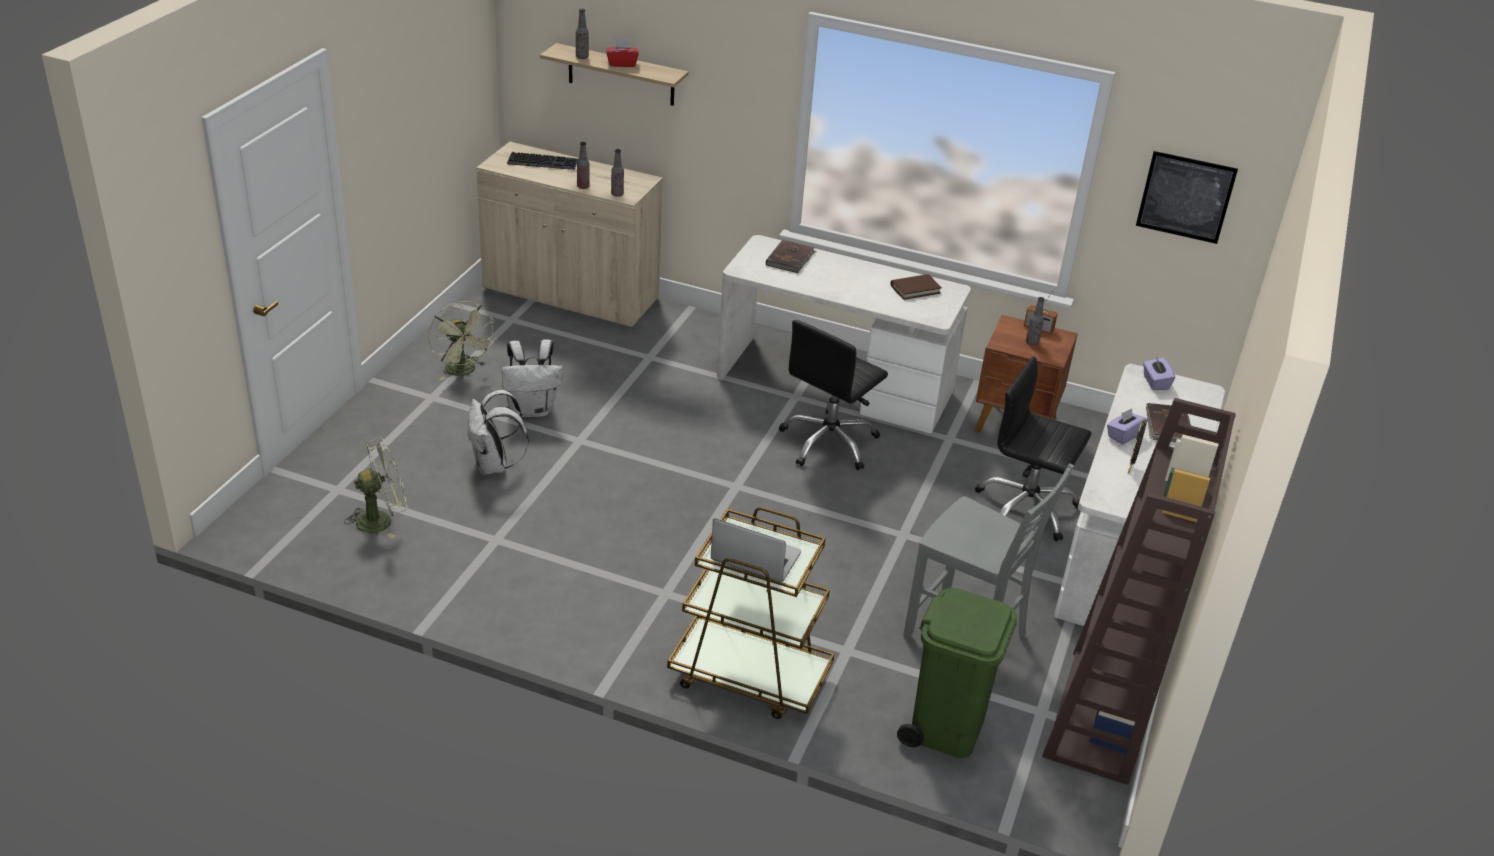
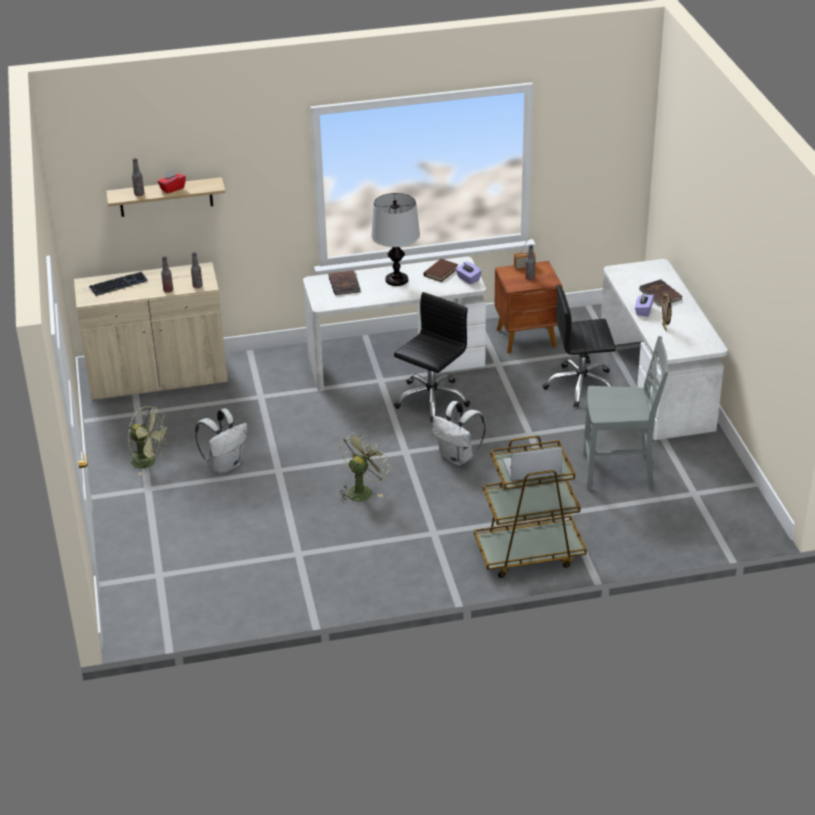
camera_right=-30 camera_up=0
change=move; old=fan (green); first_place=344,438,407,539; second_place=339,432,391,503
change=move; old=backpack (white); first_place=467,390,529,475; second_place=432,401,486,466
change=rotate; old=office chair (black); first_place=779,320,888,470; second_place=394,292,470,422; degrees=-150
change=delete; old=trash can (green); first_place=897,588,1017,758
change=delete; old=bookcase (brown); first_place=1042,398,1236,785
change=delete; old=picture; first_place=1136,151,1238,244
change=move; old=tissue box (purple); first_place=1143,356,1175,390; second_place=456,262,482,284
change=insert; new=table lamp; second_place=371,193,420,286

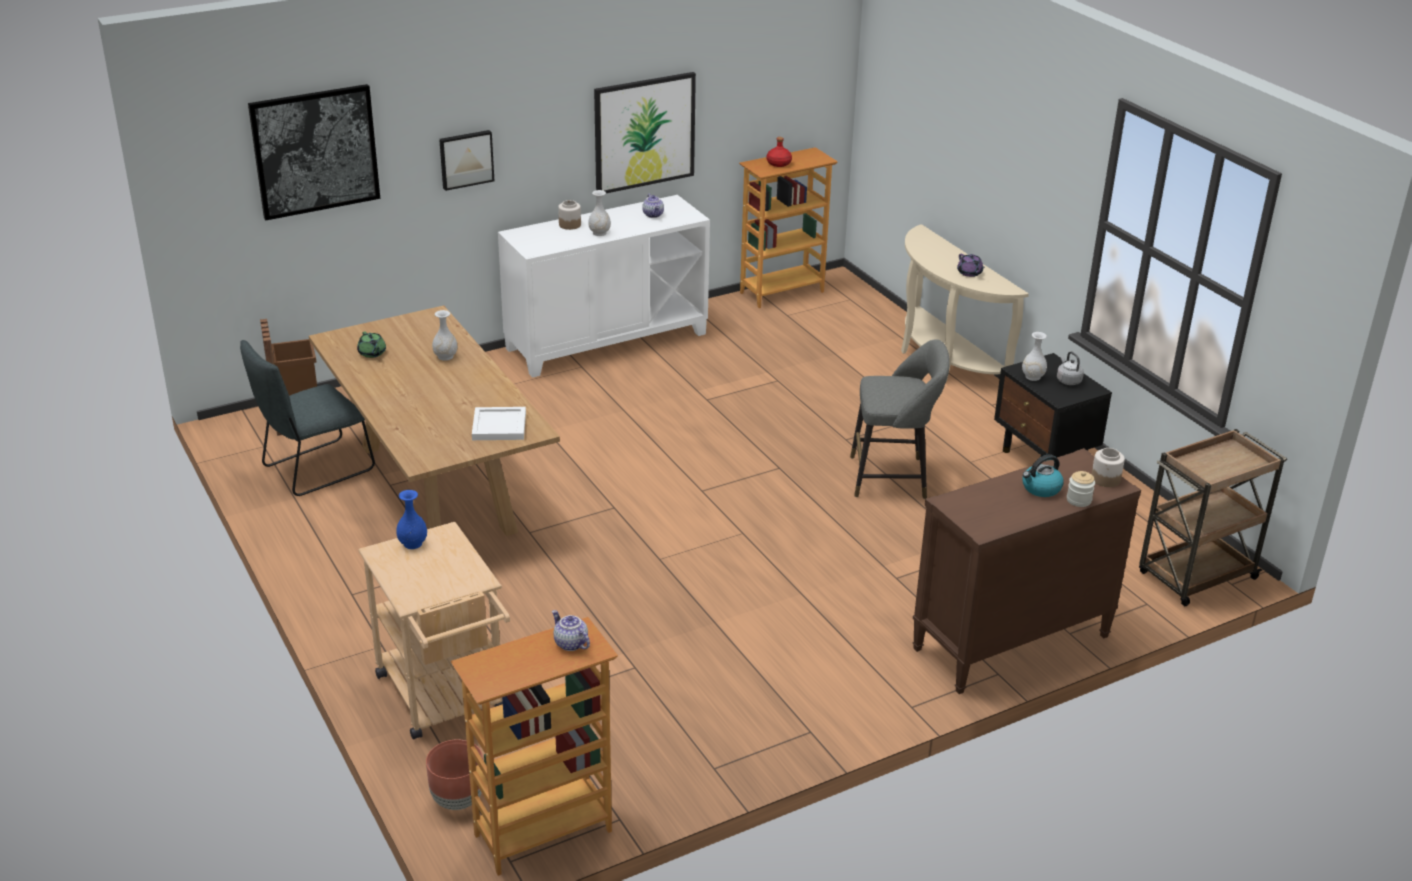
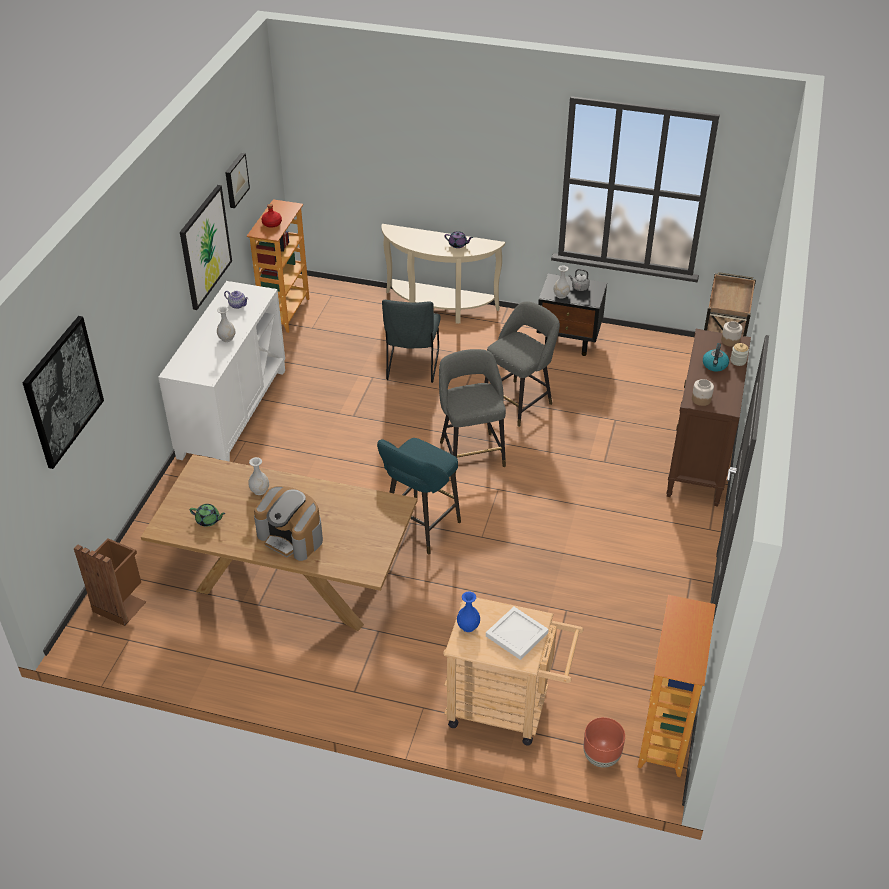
camera_right=-45 camera_up=10
change=move; old=chair (grey); first_place=240,340,375,496; second_place=382,300,441,383
change=move; old=picture; first_place=439,130,494,191; second_place=225,153,250,208
change=move; old=tray (white); first_place=472,407,526,440; second_place=486,607,549,660
change=delete; old=teapot; first_place=552,610,590,651
change=move; old=jar; first_place=558,200,581,230; second_place=692,379,714,406
change=insert; new=coffee machine; second_place=254,486,323,561
change=insert; new=stool (turquoise); second_place=377,438,461,554
change=insert; new=stool (grey); second_place=439,349,506,474

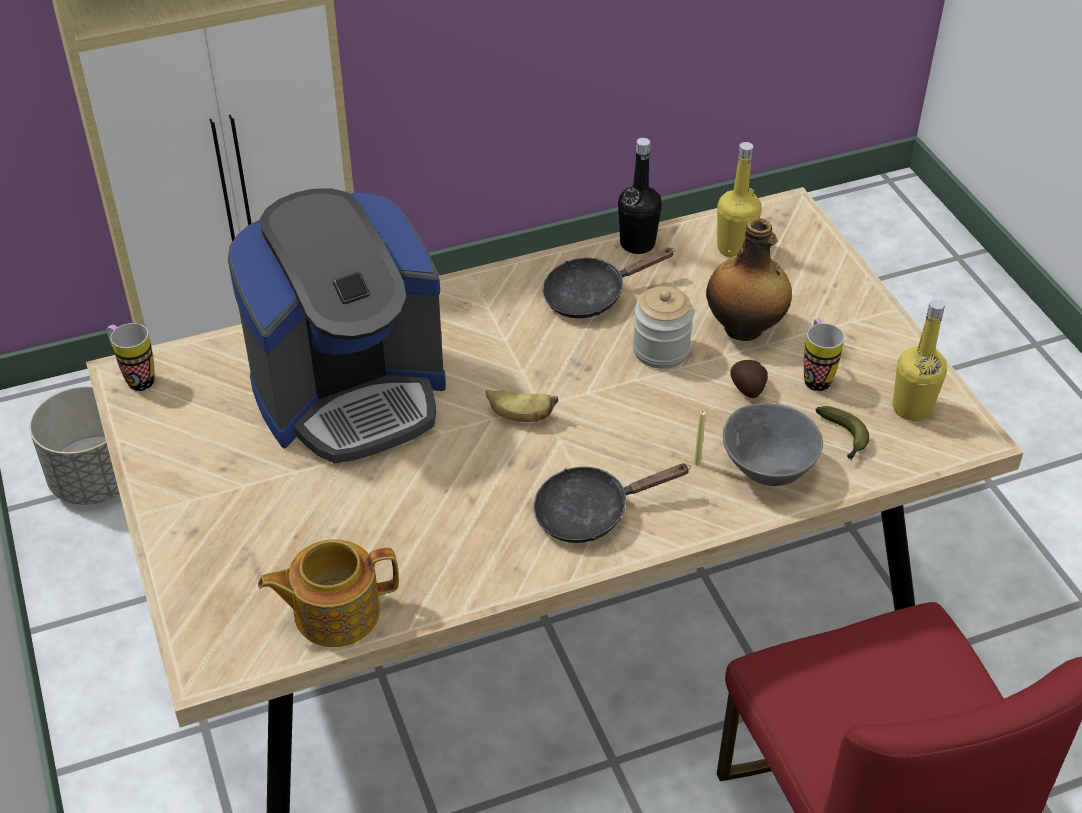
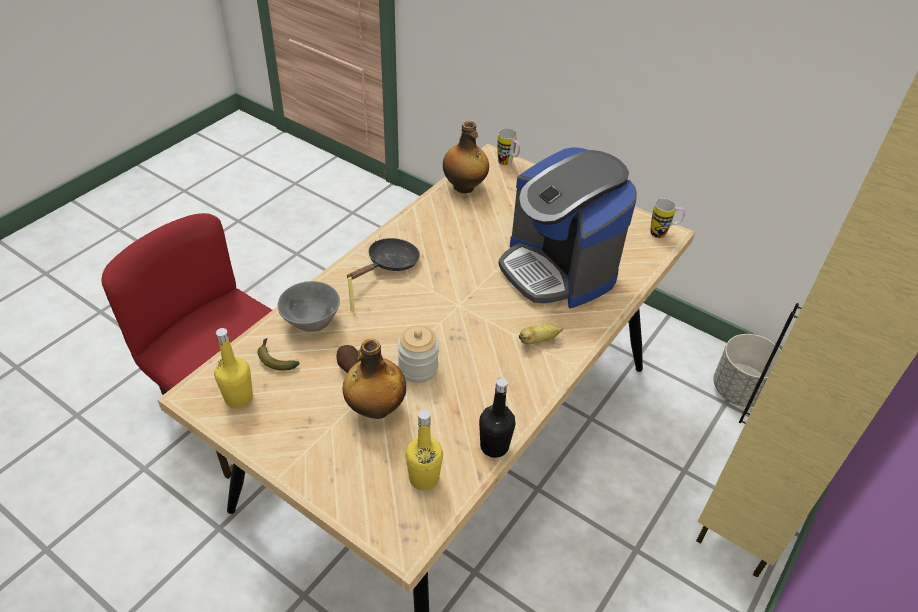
camera_right=145 camera_up=0
change=rotate; old=coffee machine; first_place=228,188,446,463; second_place=498,147,637,308; degrees=-60
change=replace; old=teapot; new=bottle; first_place=258,539,399,647; second_place=443,121,489,193
change=move; old=banana; first_place=486,390,558,422; second_place=519,324,563,344
change=delete; old=frying pan (black); first_place=542,248,675,318
change=move; old=mug; first_place=804,318,844,391; second_place=497,128,520,165

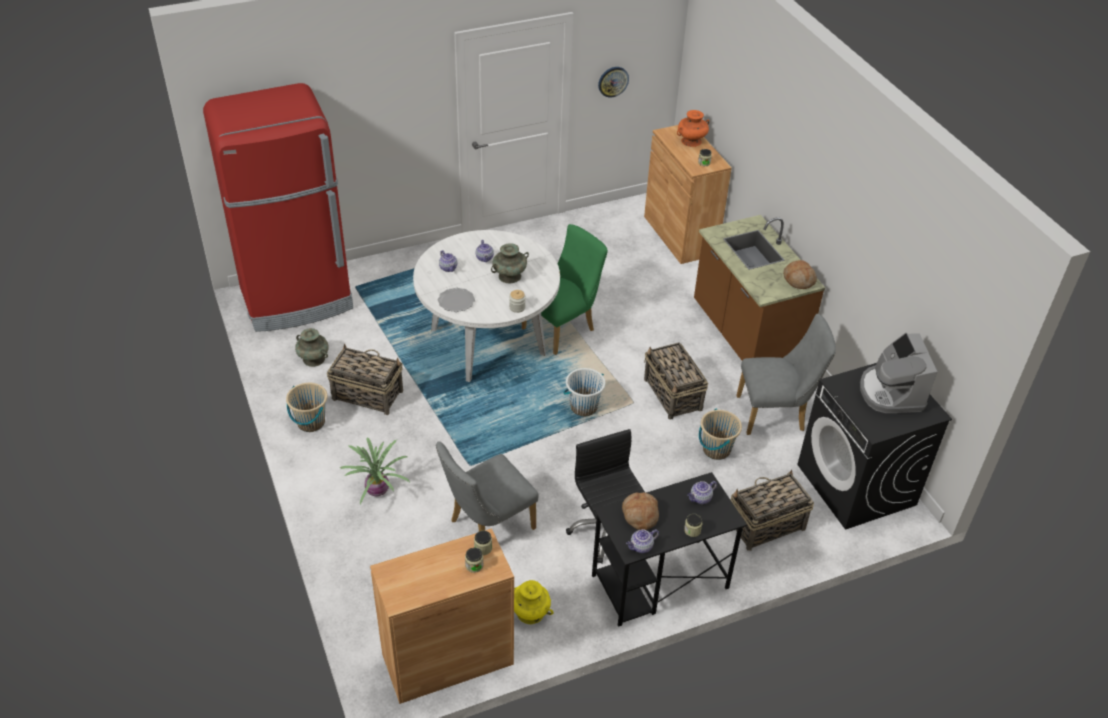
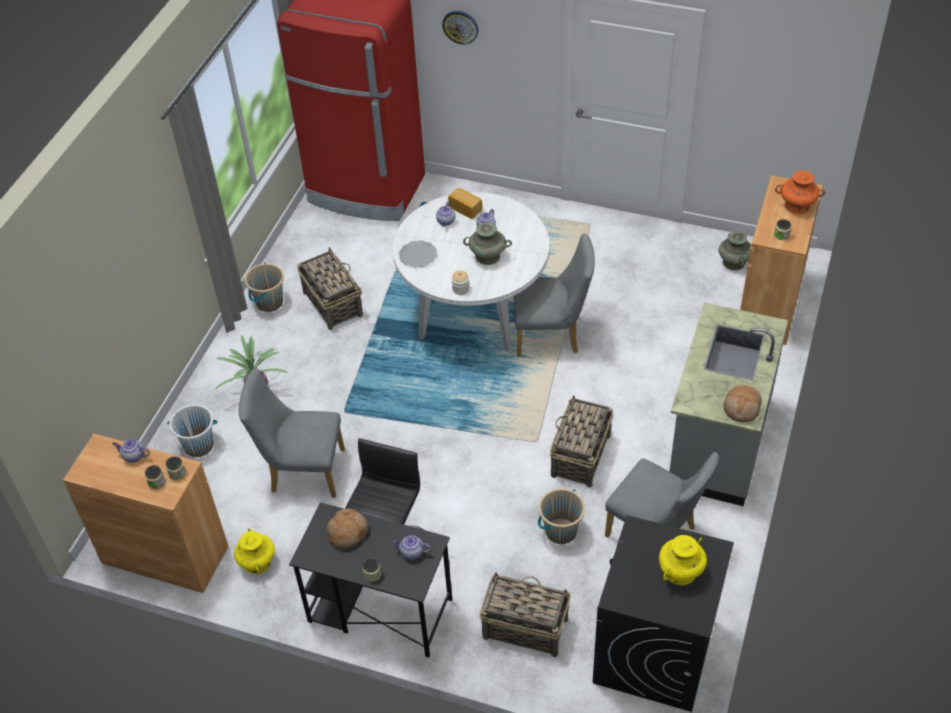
camera_right=45 camera_up=5
change=move; old=vase (turquoise); first_place=295,328,329,367; second_place=719,231,751,270
change=recolor; old=chair (green); new=chair (grey); first_place=522,224,608,355; second_place=514,233,595,357
change=move; old=bucket (white); first_place=563,368,605,416; second_place=167,405,217,457
change=move; old=wall clock; first_place=598,67,629,97; second_place=442,11,478,45
change=move; old=teapot; first_place=626,529,659,553; second_place=112,439,150,463
change=recolor; old=counter (brown); new=counter (grey); first_place=694,215,825,360; second_place=669,302,788,506
change=replace; old=coffee machine; new=vase (yellow); first_place=860,333,938,413; second_place=659,535,707,586
change=insert; new=bread; second_place=448,188,482,219

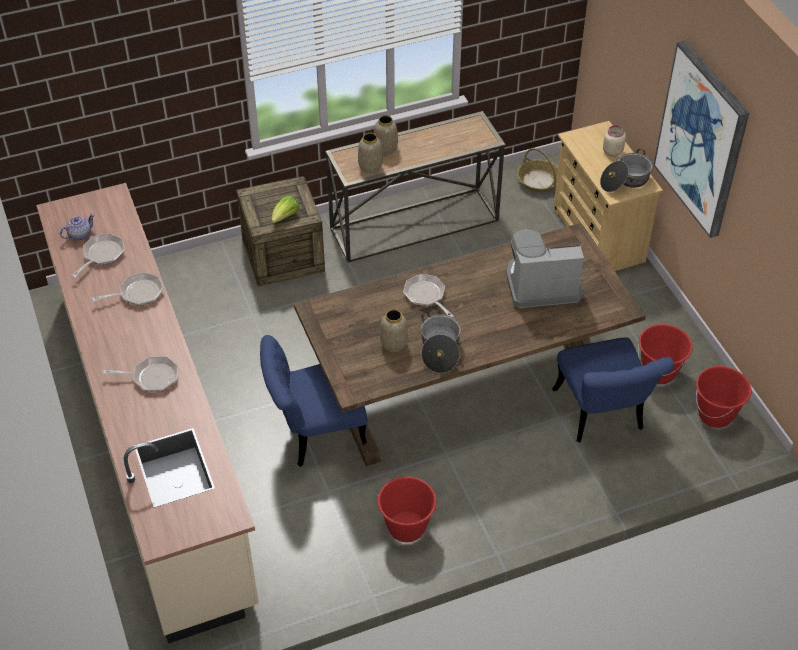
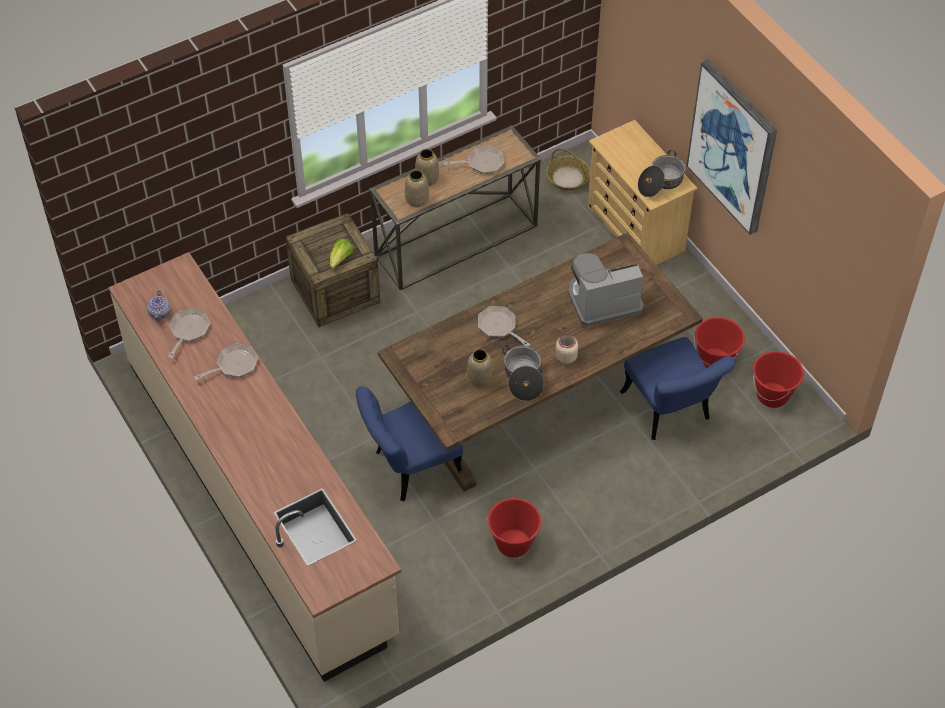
camera_right=-10 camera_up=5
change=rotate; old=teapot; first_place=60,214,95,240; second_place=147,290,171,321; degrees=135
change=move; old=frying pan; first_place=102,356,178,392; second_place=444,145,505,174
change=move; old=jar (beige); first_place=603,125,626,157; second_place=555,334,578,364

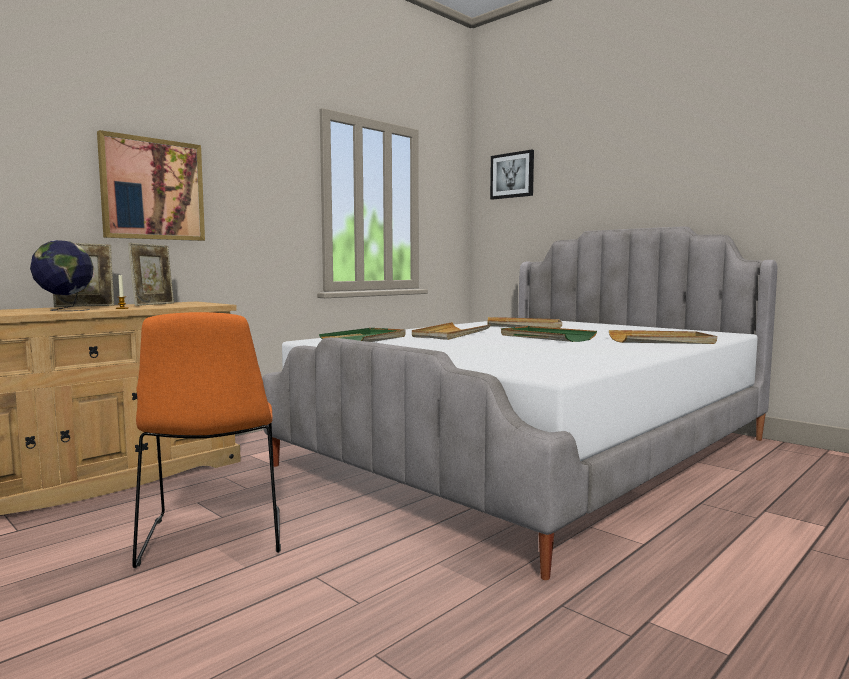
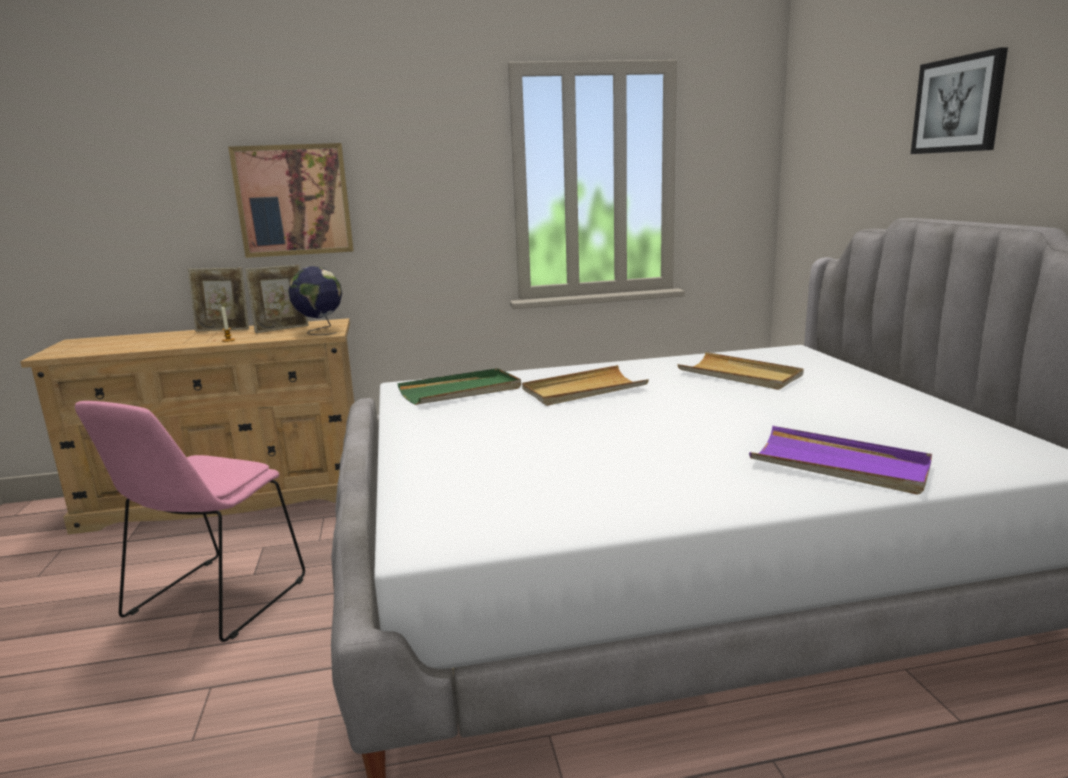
camera_right=35 camera_up=10
change=move; old=globe; first_place=30,240,94,311; second_place=288,266,342,335
change=recolor; old=chair (orange); new=chair (pink); first_place=132,312,281,568; second_place=75,401,305,642
change=move; old=picture; first_place=490,150,534,200; second_place=911,47,1008,154
change=delete; old=tray (green); first_place=501,326,597,342
change=recolor; old=tray (beige); new=tray (purple); first_place=609,330,717,344; second_place=749,426,932,494

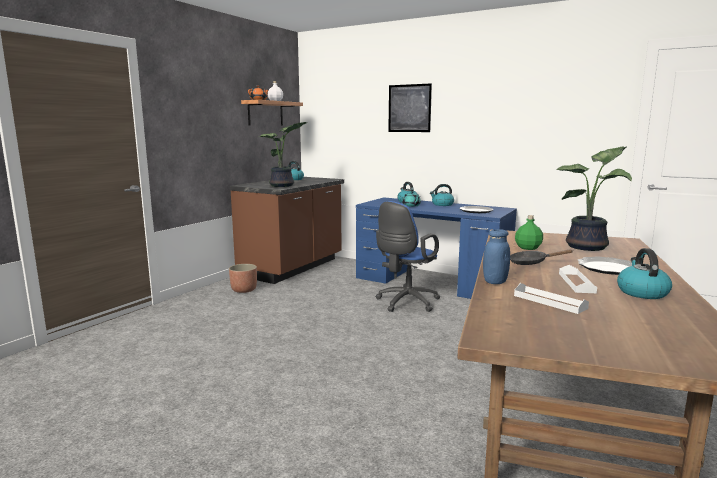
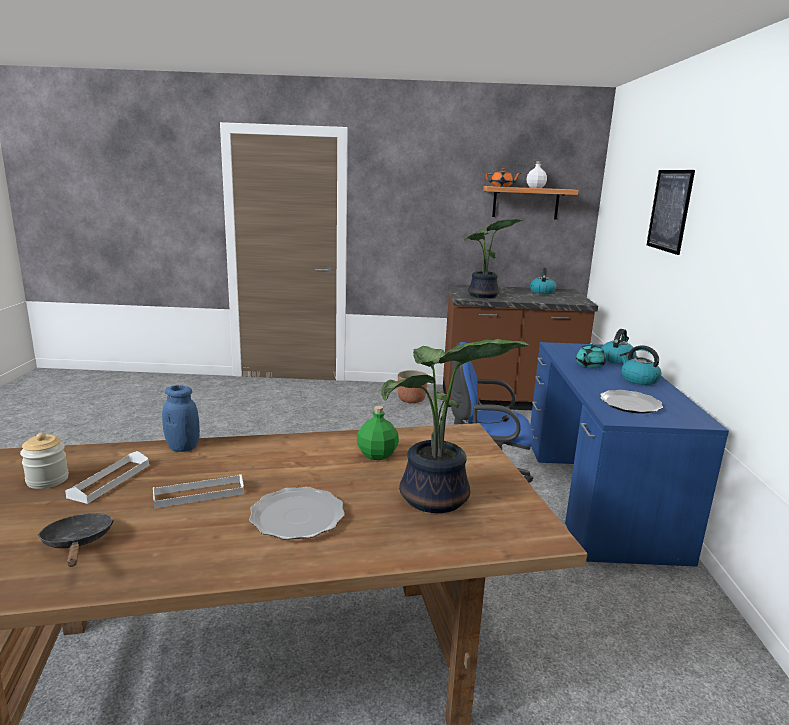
camera_right=60 camera_up=5
change=move; old=frying pan (black); first_place=510,249,572,265; second_place=38,513,114,567
change=delete; old=kettle; first_place=617,248,672,299
change=insert; new=jar; second_place=20,433,69,489

